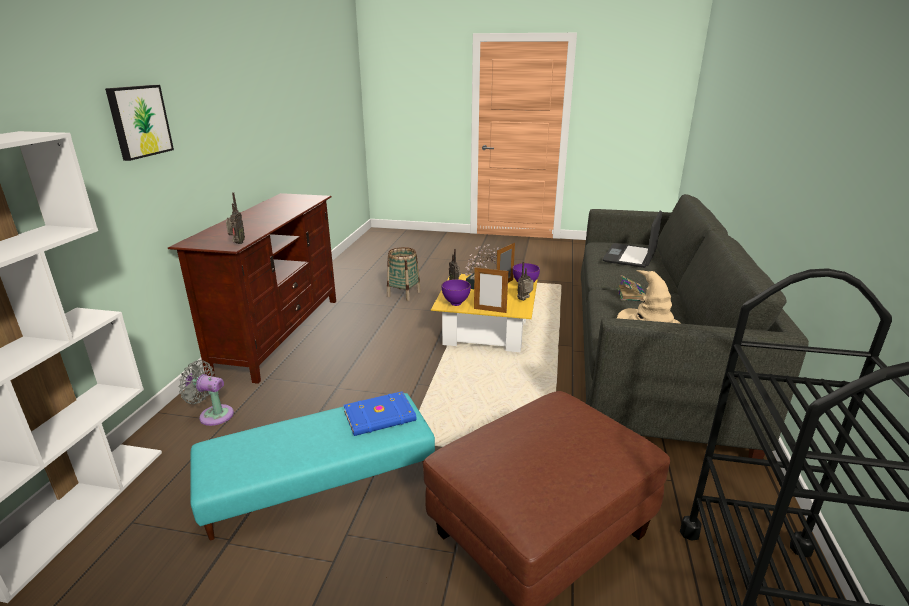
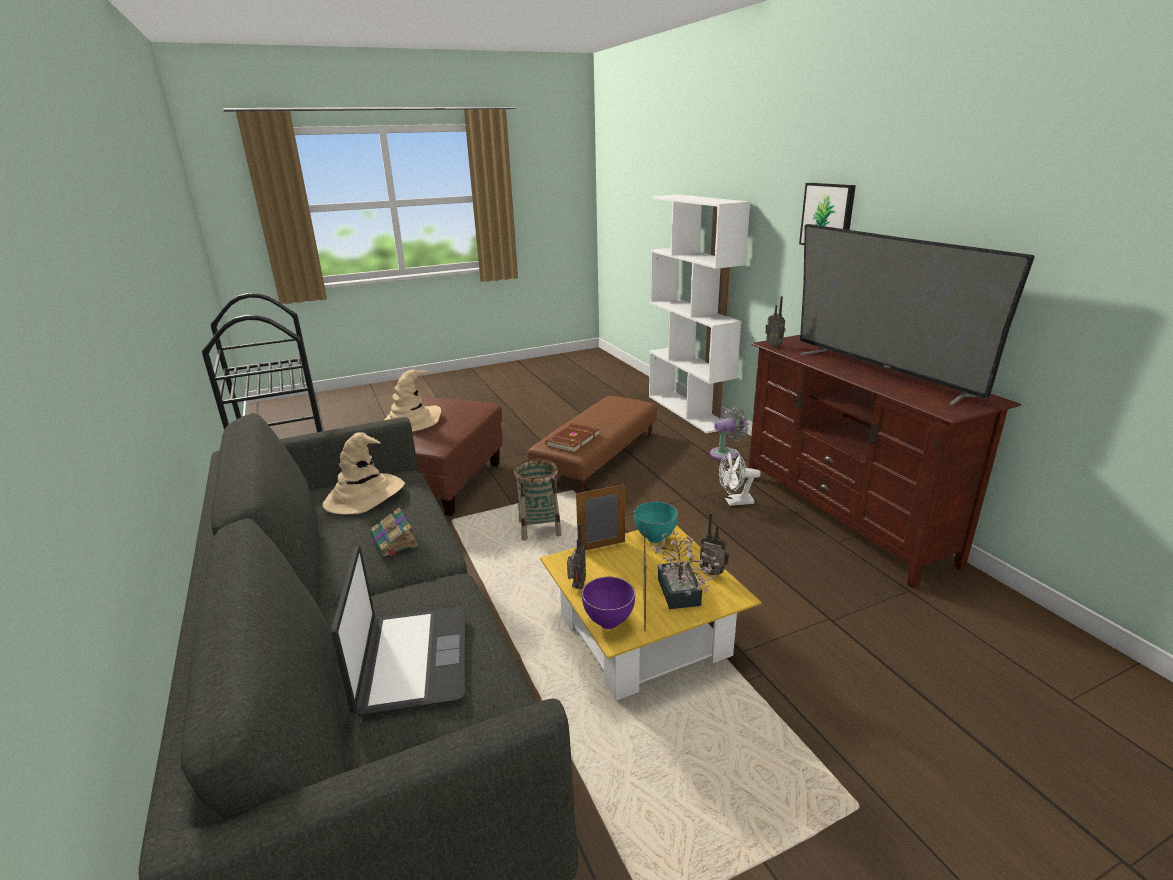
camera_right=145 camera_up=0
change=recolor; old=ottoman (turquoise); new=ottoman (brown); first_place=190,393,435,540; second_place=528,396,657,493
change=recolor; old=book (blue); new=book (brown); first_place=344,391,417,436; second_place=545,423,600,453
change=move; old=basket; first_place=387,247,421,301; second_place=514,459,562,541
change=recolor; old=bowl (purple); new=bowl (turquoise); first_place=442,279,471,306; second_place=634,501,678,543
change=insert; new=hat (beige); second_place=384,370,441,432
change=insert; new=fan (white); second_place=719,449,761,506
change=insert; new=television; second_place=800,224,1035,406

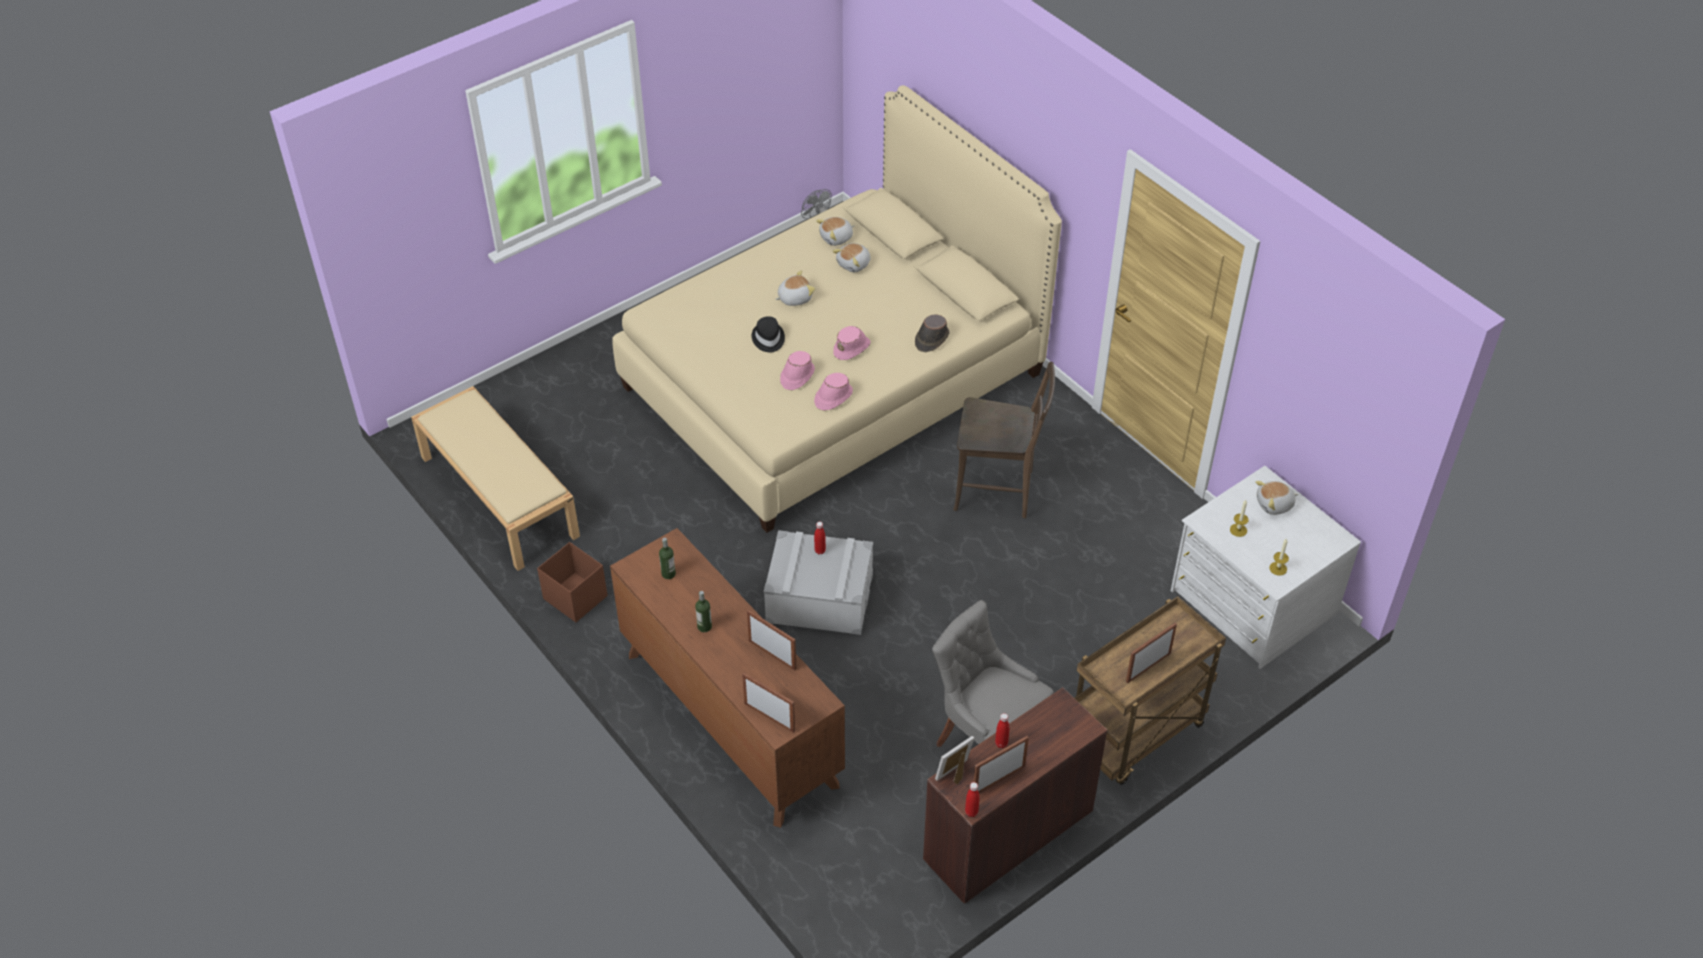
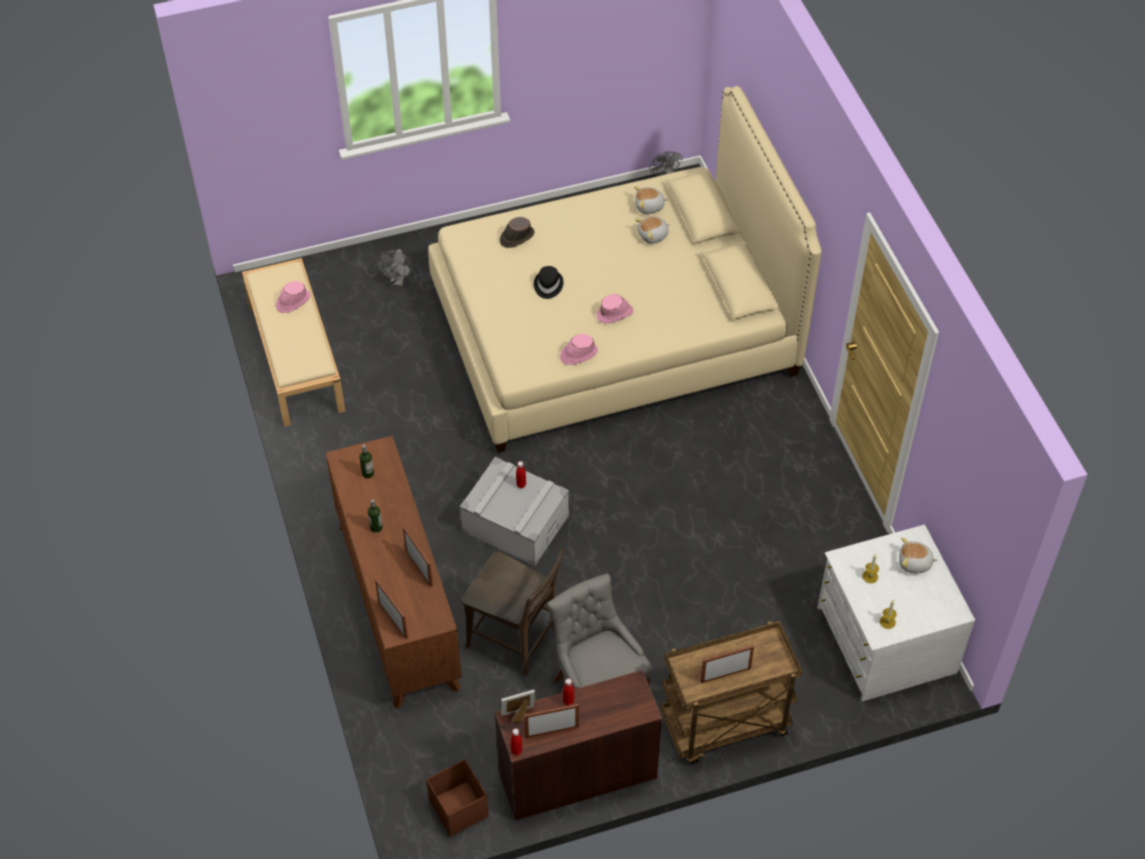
camera_right=20 camera_up=5
change=move; old=storage box (brown); first_place=537,542,607,622; second_place=426,759,489,837
change=delete; old=plush toy; first_place=775,270,815,306
change=move; old=hat (pink); first_place=780,351,815,390; second_place=276,281,311,313
change=move; old=hat (brown); first_place=915,314,949,352; second_place=500,217,535,248
change=move; old=chair (brown); first_place=953,362,1055,518; second_place=462,549,564,676
change=insert; new=fan (grey); second_place=377,249,412,286

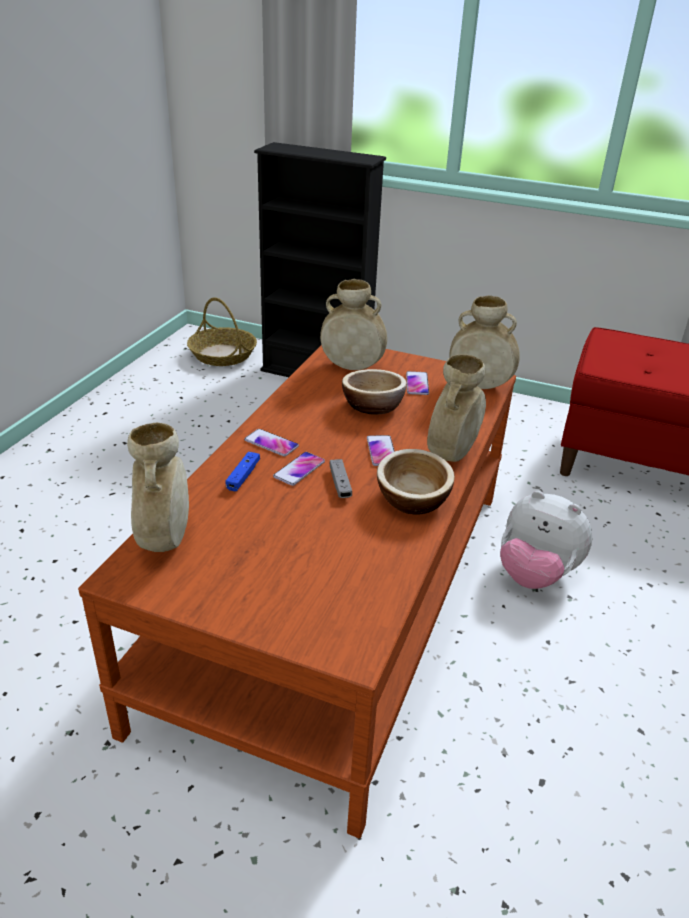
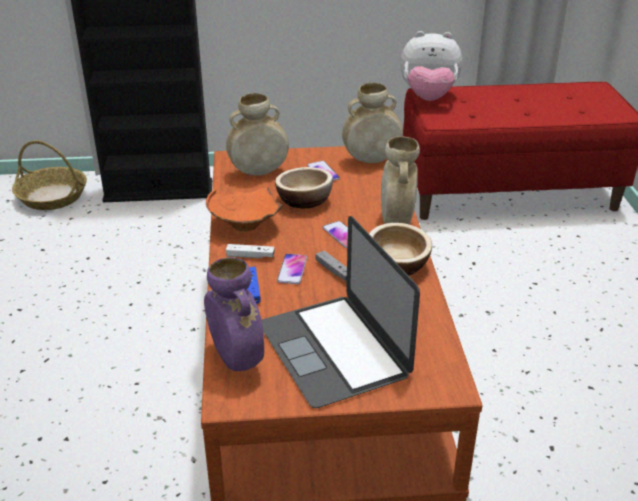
camera_right=-25 camera_up=0
change=recolor; old=vase (beige); new=vase (purple); first_place=127,423,189,552; second_place=204,257,264,371
change=replace; old=phone; new=game controller (white); first_place=244,429,299,457; second_place=226,244,275,258
change=move; old=plush toy; first_place=500,491,592,589; second_place=400,31,462,101
change=insert; new=bowl (orange); second_place=206,187,282,231
change=insert; new=laptop; second_place=262,216,420,408

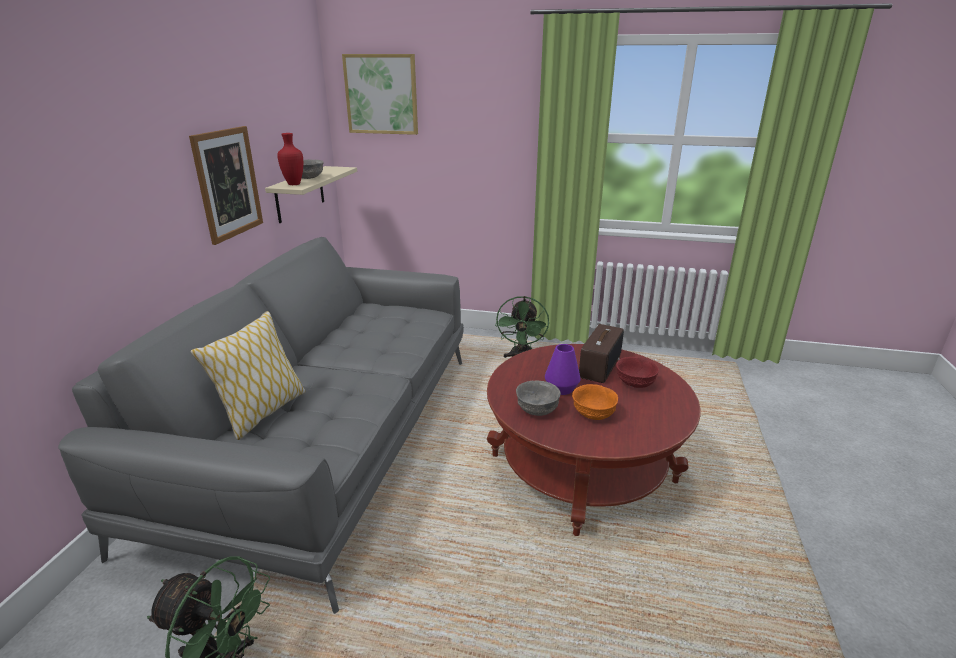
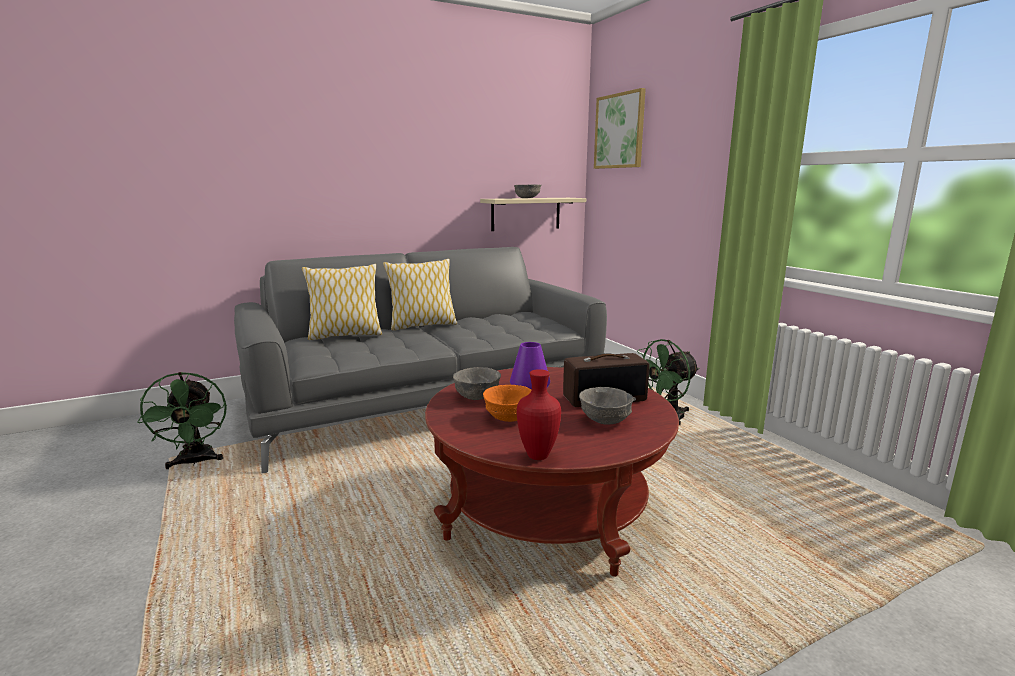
camera_right=50 camera_up=-10
change=delete; old=picture; first_place=189,126,263,245
change=move; old=vase (red); first_place=277,133,303,185; second_place=517,369,561,460
change=recolor; old=bowl (red); new=bowl (grey); first_place=616,357,659,388; second_place=579,387,634,425
change=insert; new=pillow; second_place=383,259,457,331

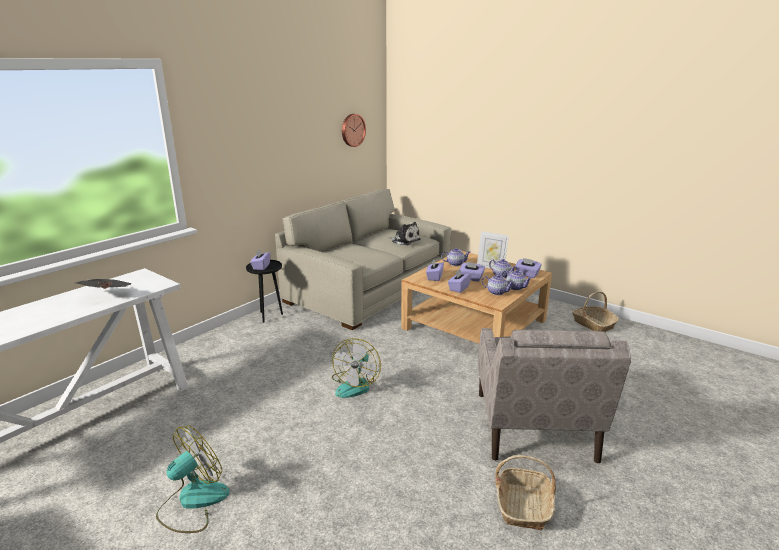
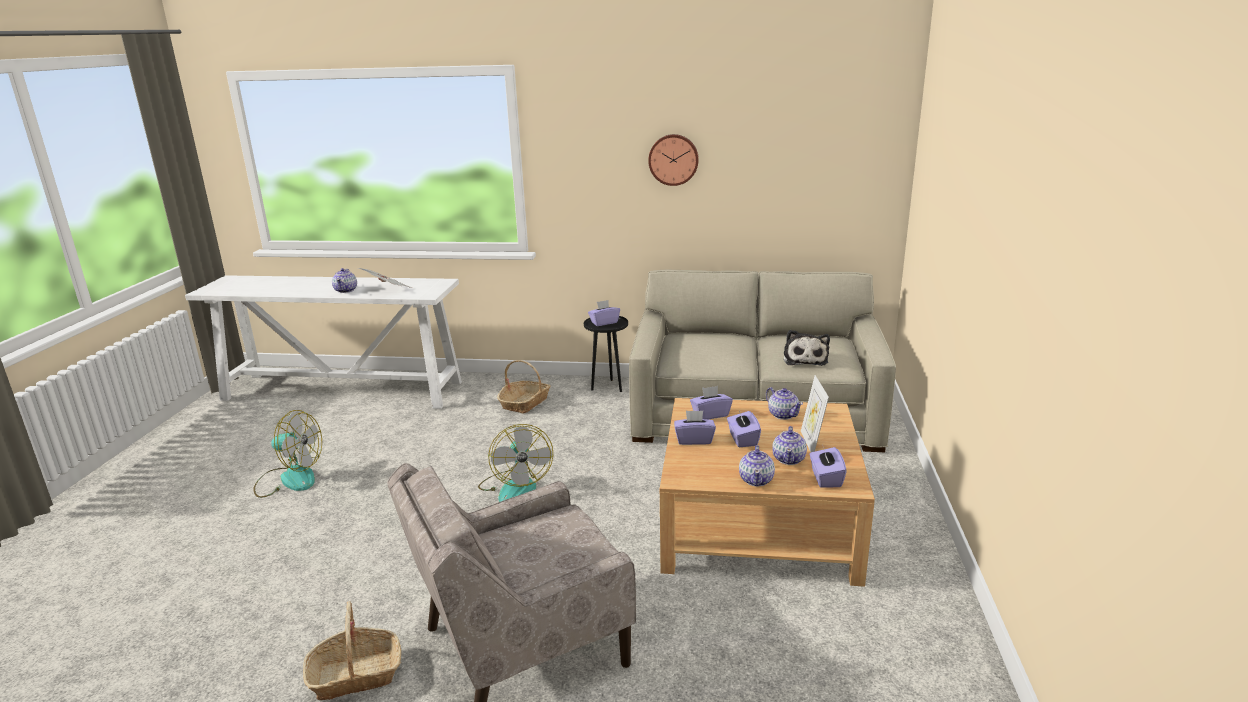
camera_right=60 camera_up=0
change=rotate; old=fan; first_place=332,338,381,398; second_place=478,424,553,502; degrees=-90
change=move; old=wall clock; first_place=342,114,366,147; second_place=648,134,699,186
change=move; old=teapot; first_place=482,274,515,295; second_place=332,268,357,293
change=move; old=basket; first_place=572,292,619,332; second_place=497,360,551,414

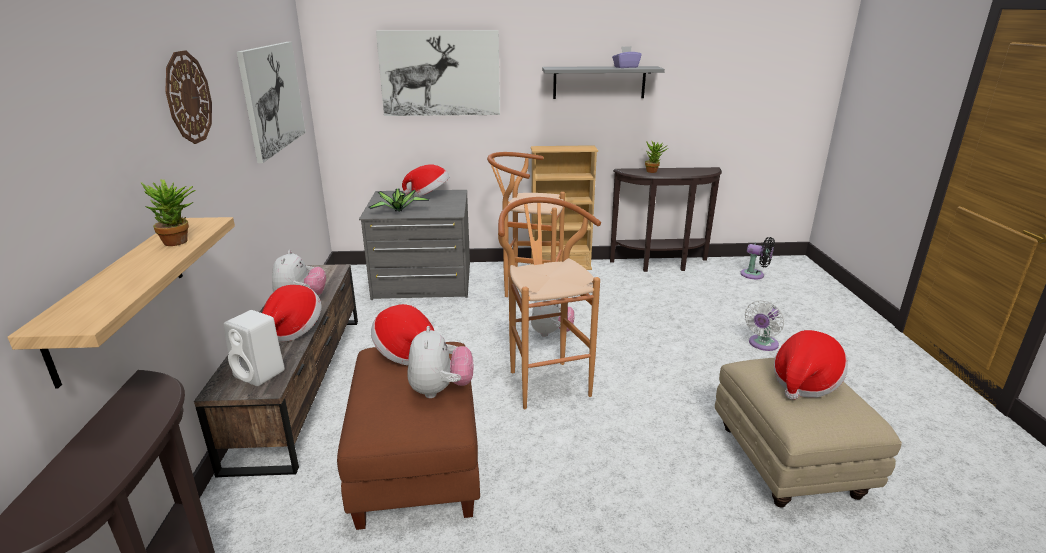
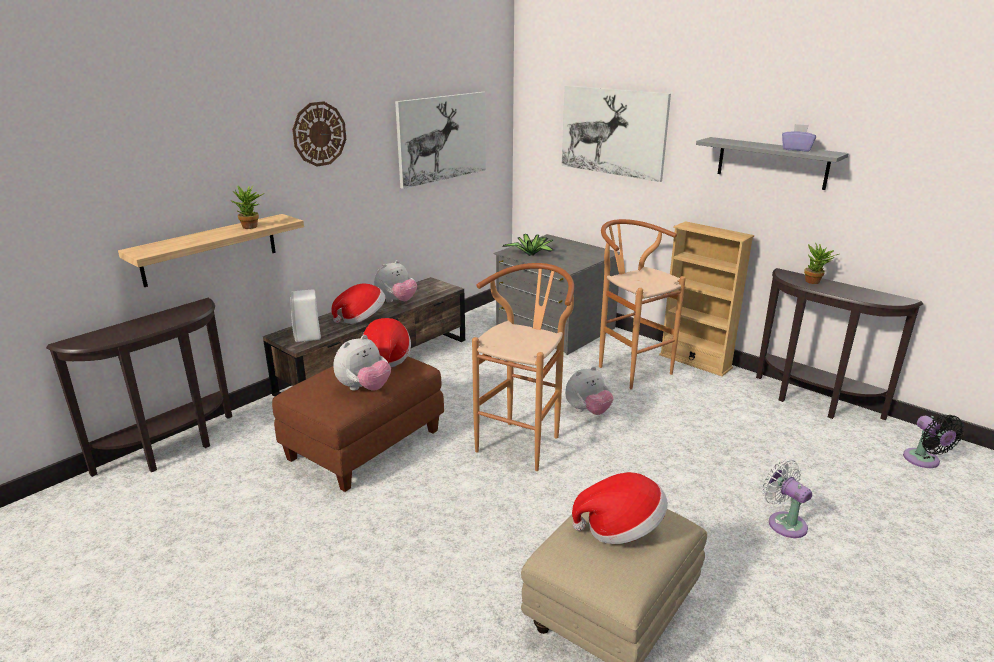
camera_right=45 camera_up=0
change=delete; old=hat; first_place=402,165,450,197
change=rotate; old=fan (white); first_place=745,300,784,351; second_place=762,459,812,538; degrees=60

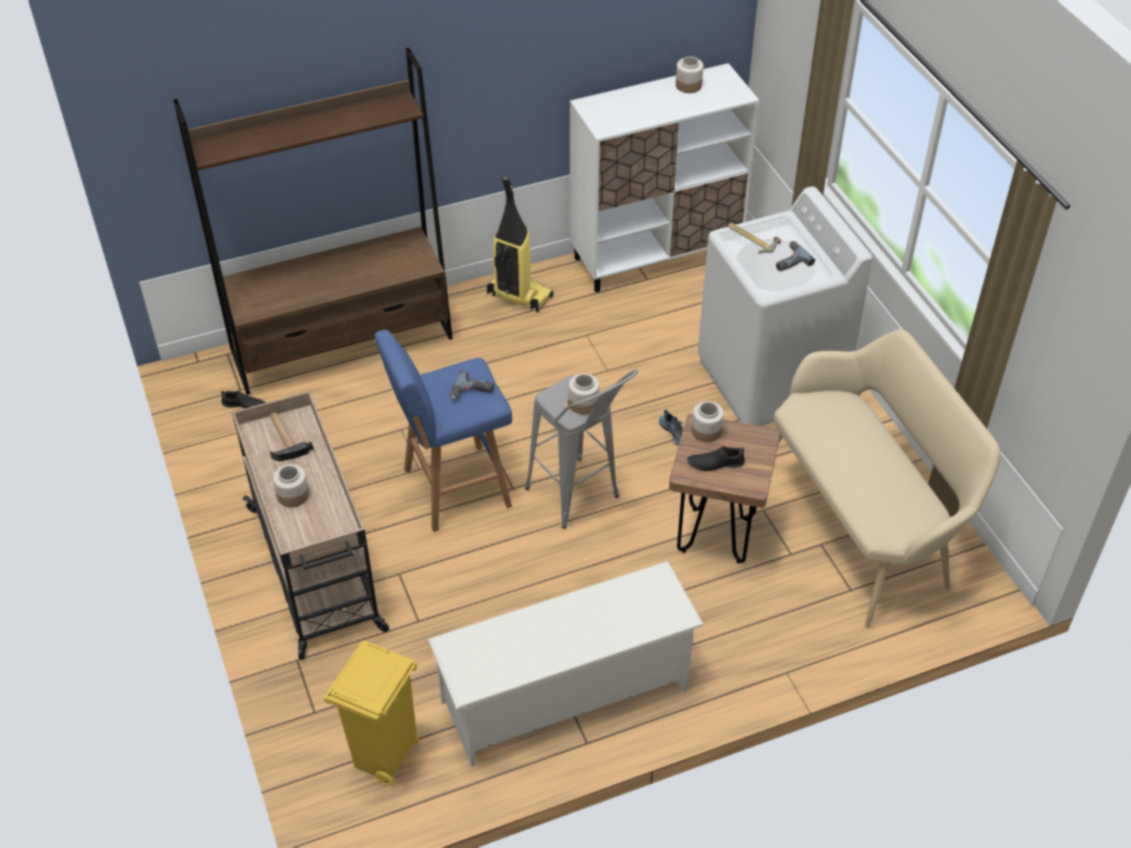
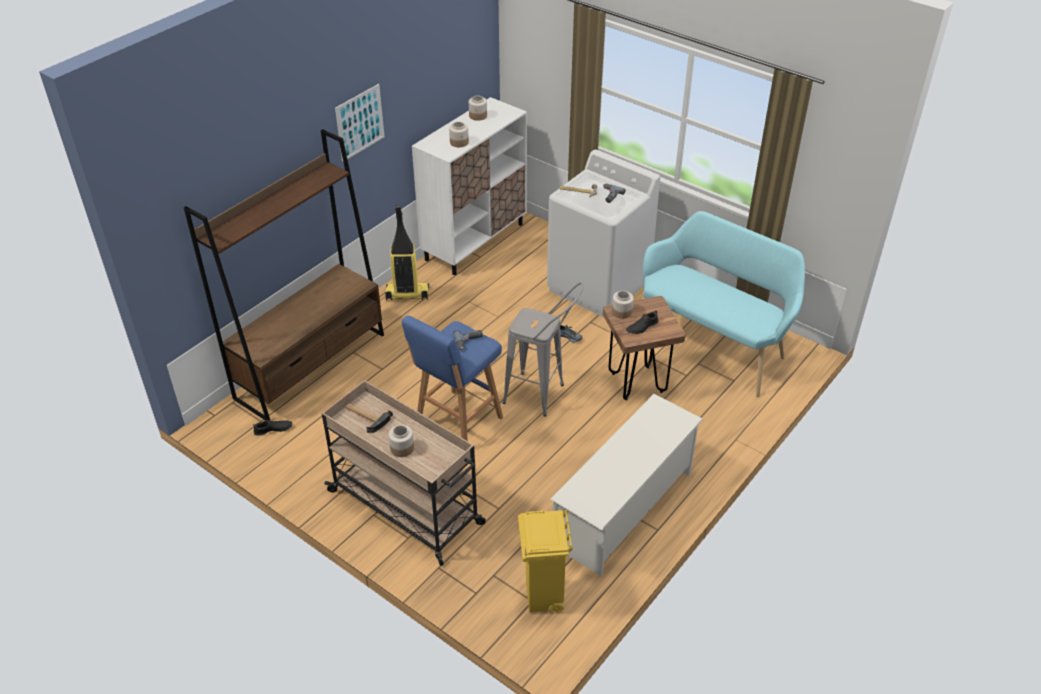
camera_right=-30 camera_up=-5
change=move; old=jar; first_place=569,373,599,415; second_place=449,122,469,147
change=recolor; old=bench (beige); new=bench (turquoise); first_place=773,329,1001,628; second_place=643,211,805,397
change=insert; new=picture; second_place=335,84,385,162

